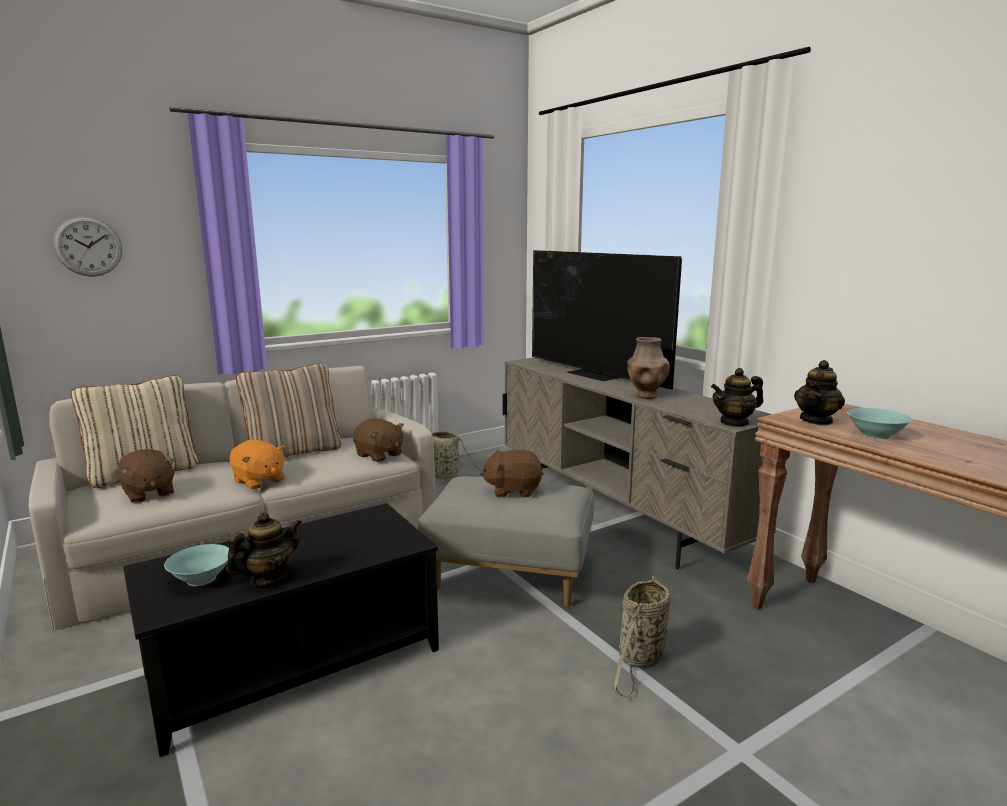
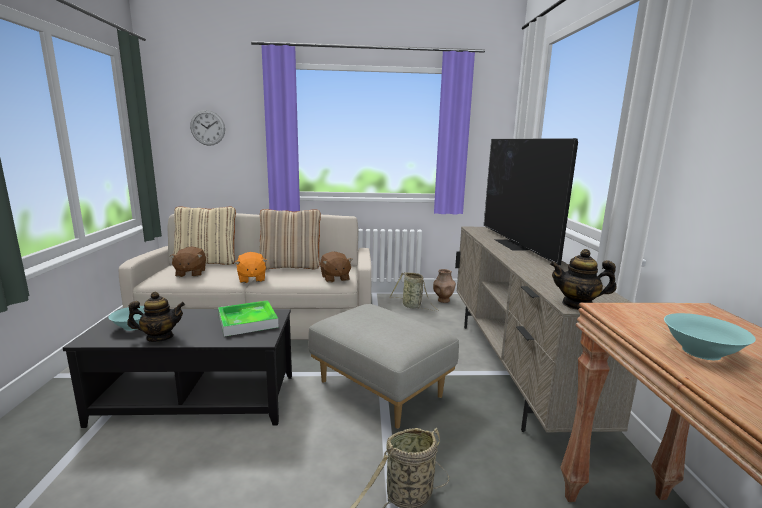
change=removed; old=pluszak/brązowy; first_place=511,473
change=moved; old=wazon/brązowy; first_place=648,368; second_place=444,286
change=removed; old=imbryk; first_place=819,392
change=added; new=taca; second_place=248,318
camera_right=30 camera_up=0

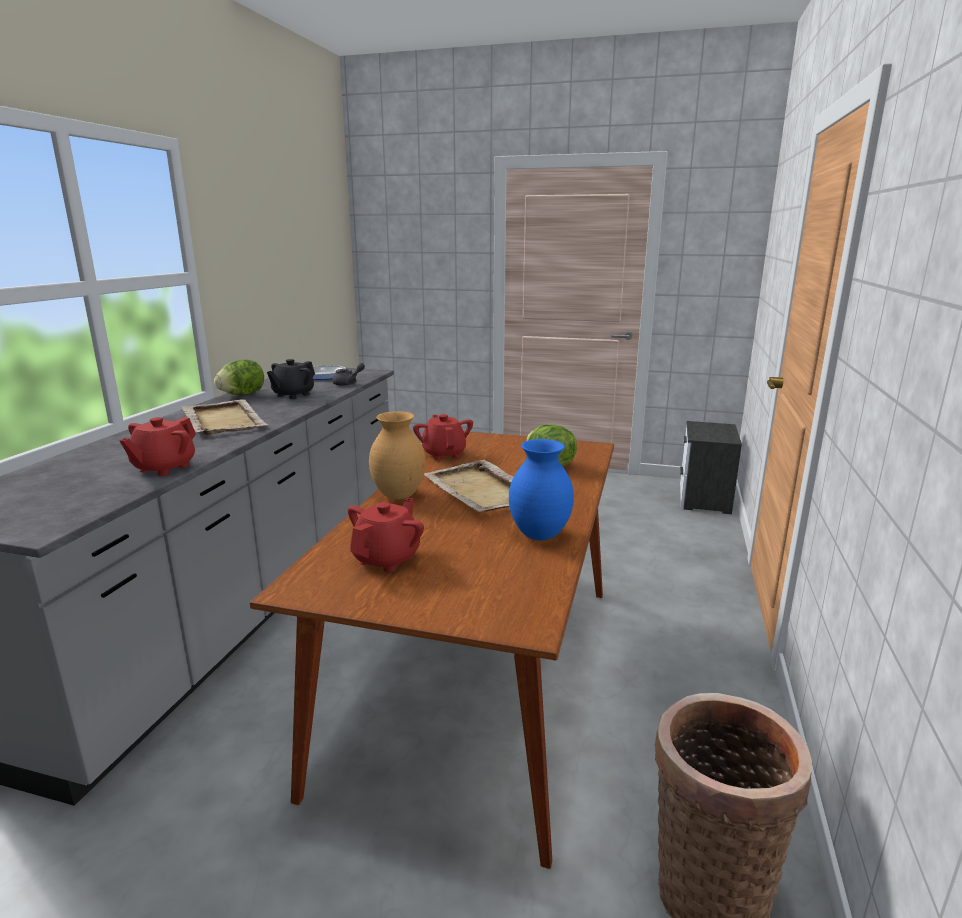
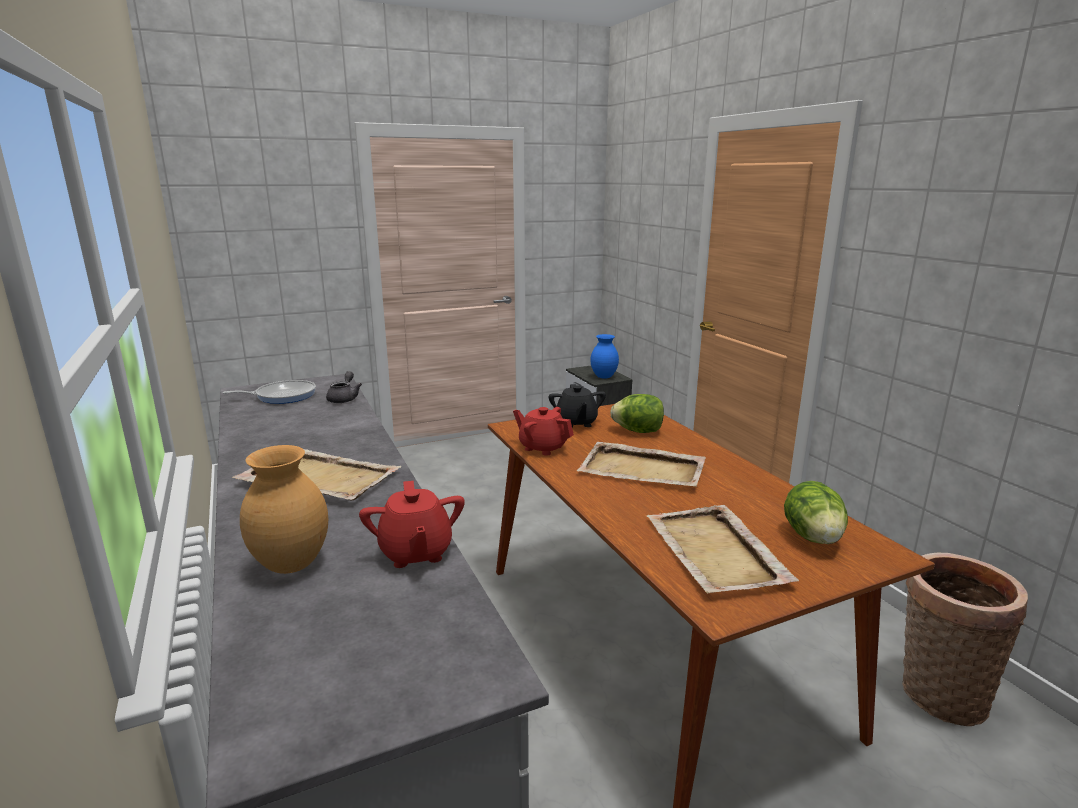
change=moved; old=sałata; first_place=239,377; second_place=816,512
change=moved; old=imbryk/czarny; first_place=291,379; second_place=577,405
change=replaced; old=imbryk/czerwony; new=taca/beżowy; first_place=386,535; second_place=722,549
change=moved; old=wazon/brązowy; first_place=397,455; second_place=284,509
change=moved; old=wazon/niebieski; first_place=541,489; second_place=604,356
camera_right=-40 camera_up=0

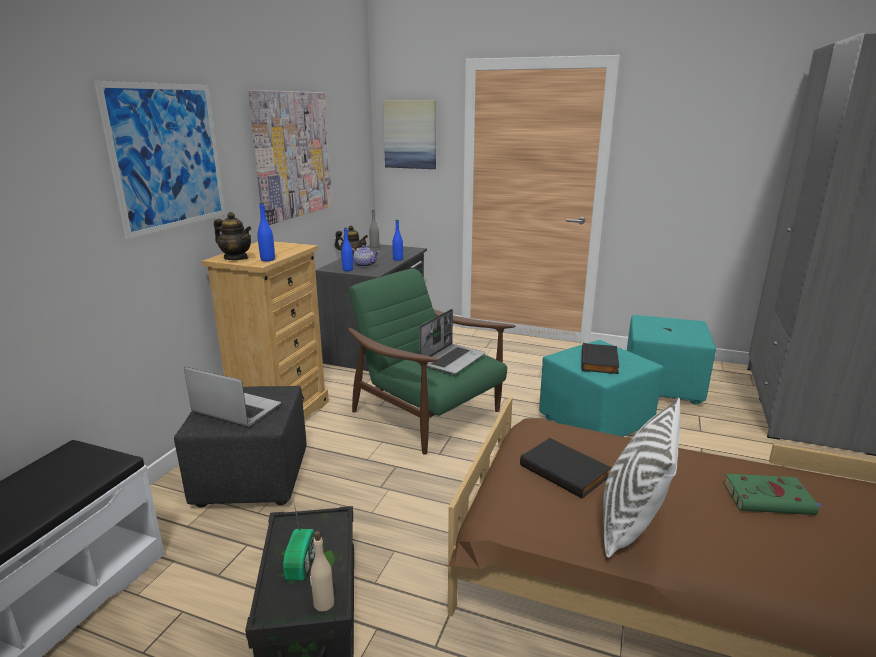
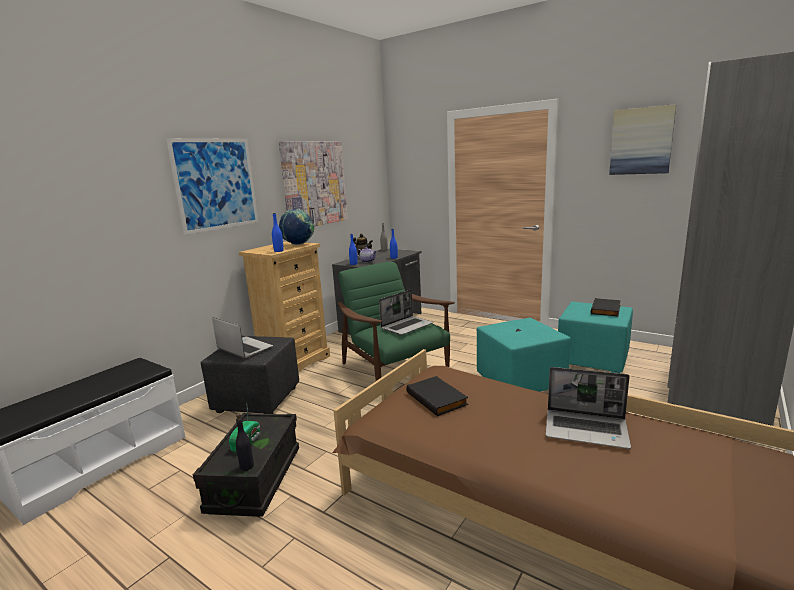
change=removed; old=imbryk; first_place=233,236
change=recoloured; old=butelka/beżowy; new=butelka/czarny; first_place=322,571; second_place=245,442
change=moved; old=obraz; first_place=409,135; second_place=642,139
change=moved; old=książka/czarny; first_place=600,358; second_place=606,307
change=removed; old=poduszka/biały; first_place=641,477
change=replaced; old=książka/zielony; new=laptop; first_place=773,494; second_place=588,408
change=added; new=globus; second_place=296,227
camera_right=15 camera_up=-5

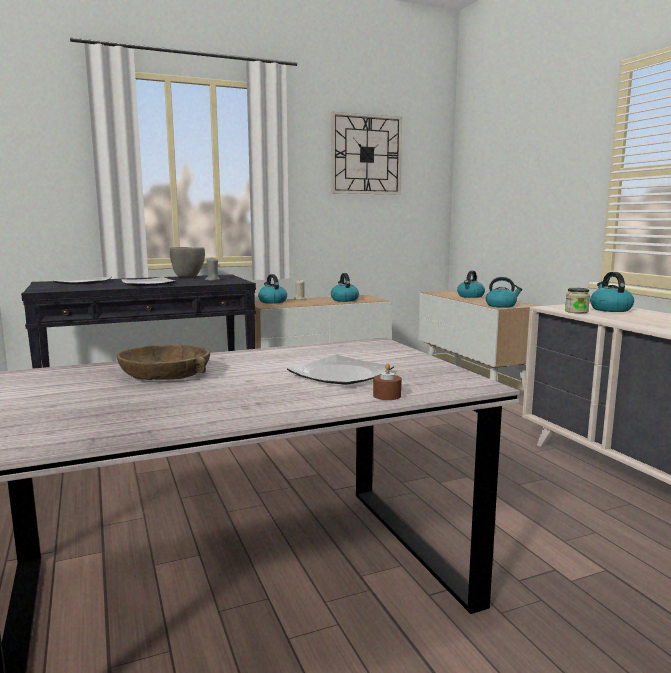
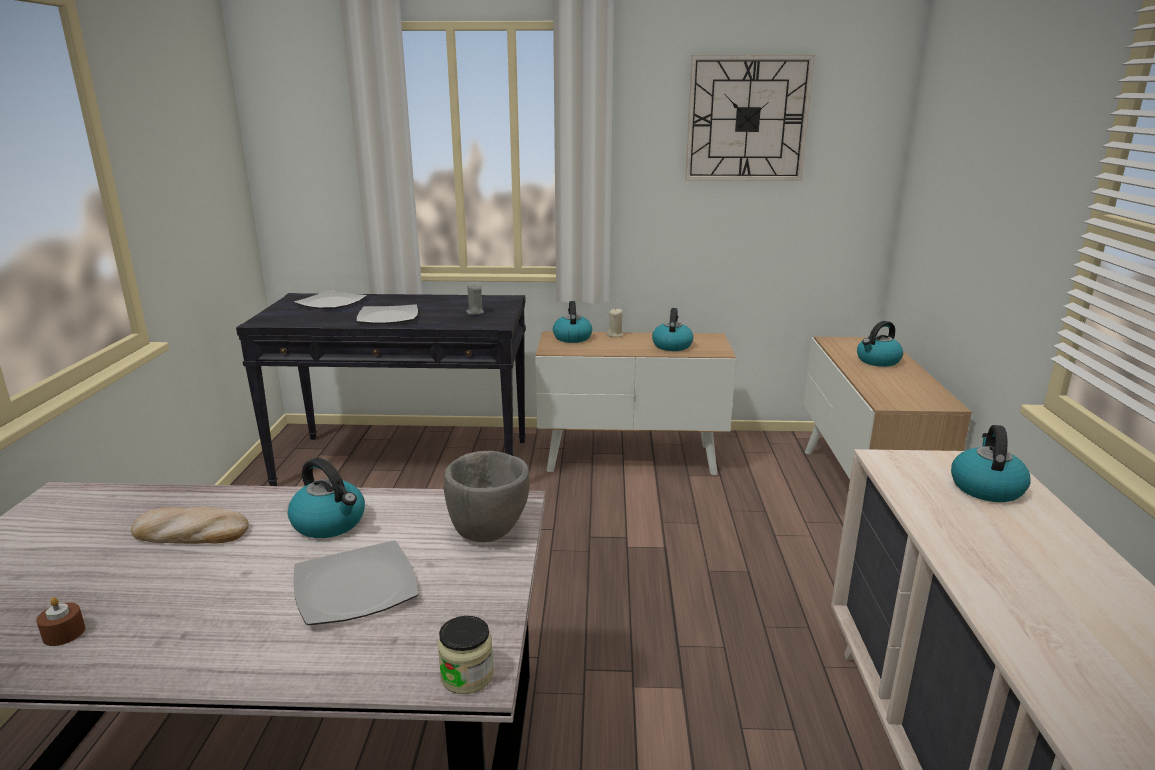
change=replaced; old=miska/brązowy; new=chleb; first_place=163,362; second_place=190,525
change=moved; old=miska/szary; first_place=187,262; second_place=487,496
change=moved; old=świeca/brązowy; first_place=387,381; second_place=60,621
change=moved; old=czajnik; first_place=504,292; second_place=326,498
change=moved; old=słoik; first_place=577,300; second_place=466,655
camera_right=25 camera_up=10

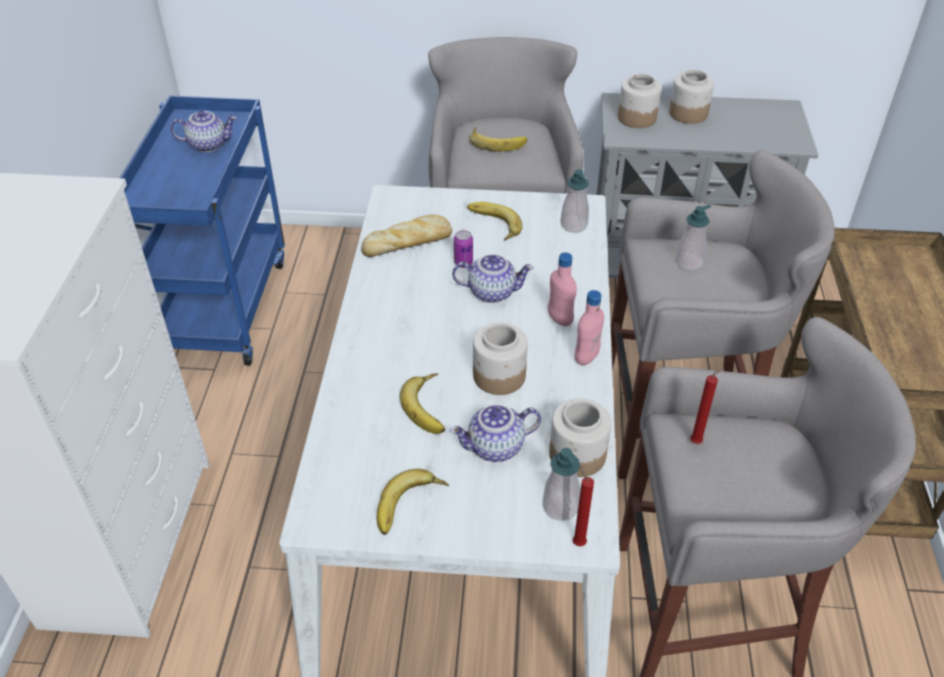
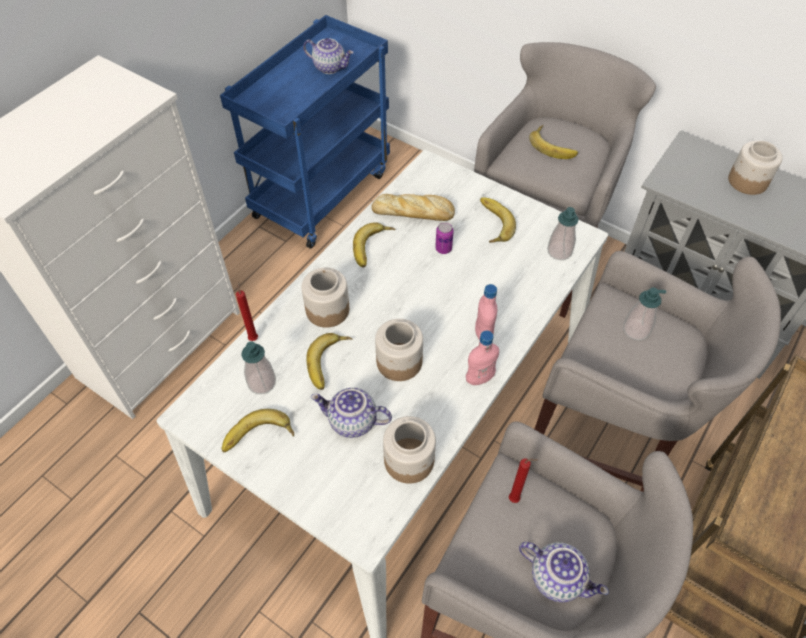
change=moved; old=imbryk; first_place=493,278; second_place=564,572
change=moved; old=dozownik mydła; first_place=561,484; second_place=258,368
change=moved; old=świeca/czerwony; first_place=583,506; second_place=247,311
change=moved; old=słoik; first_place=639,101; second_place=325,298
change=added; new=banan; second_place=374,245
camera_right=30 camera_up=10

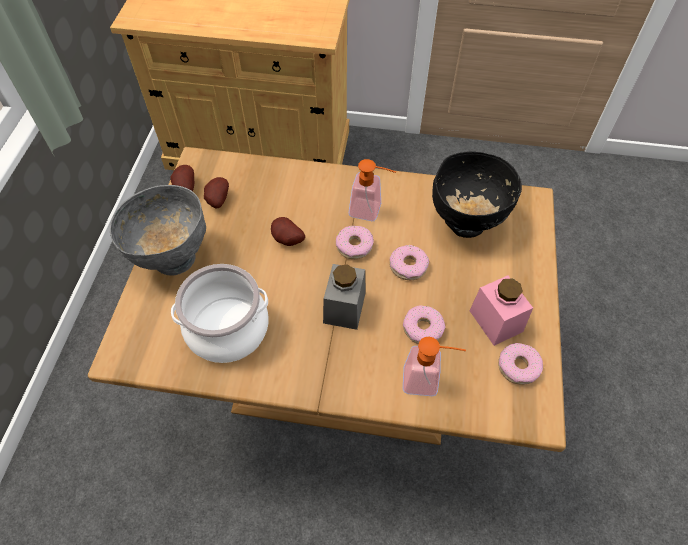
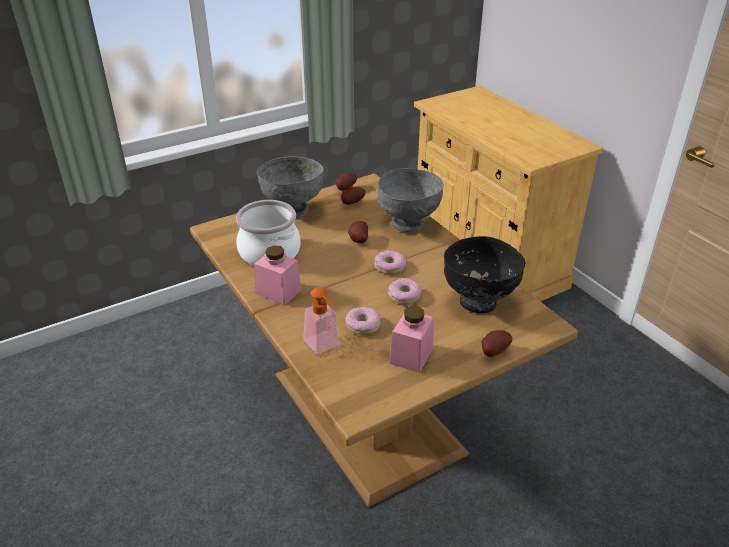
change=removed; old=słoik/szary; first_place=344,297
change=removed; old=dozownik mydła; first_place=372,190
change=removed; old=donut; first_place=520,364
change=added; new=słoik/różowy; second_place=277,275
change=added; new=miska/szary; second_place=410,200
change=added; new=ziemniak; second_place=497,343
camera_right=50 camera_up=-20

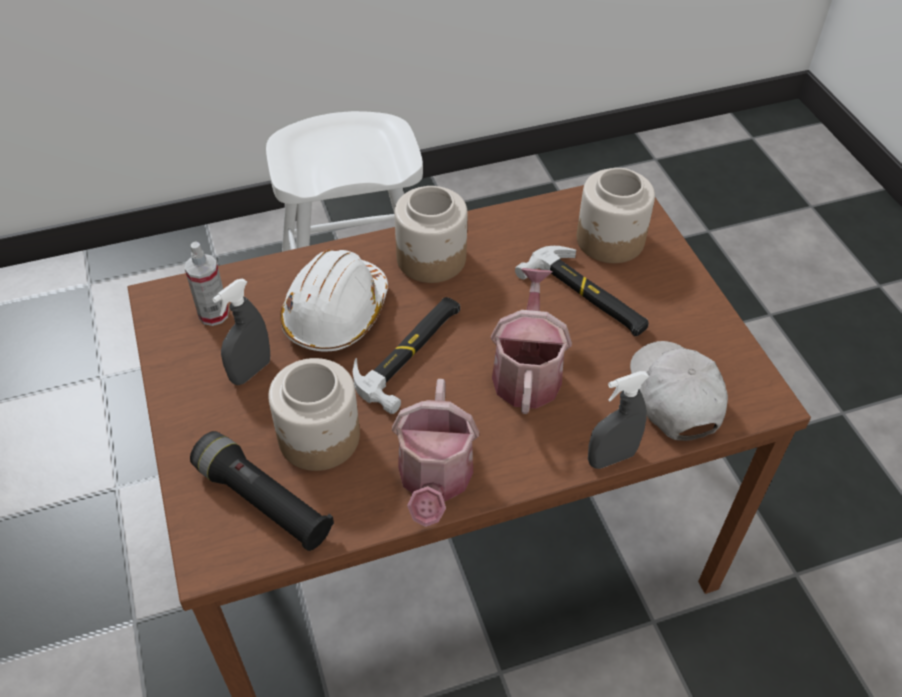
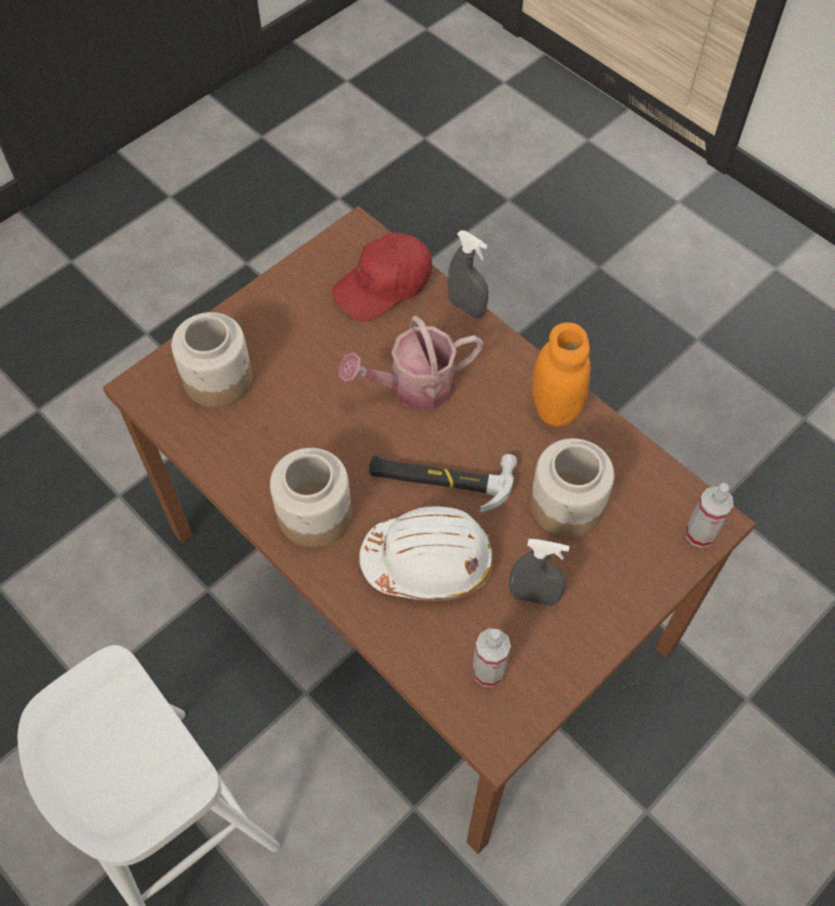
change=removed; old=latarka/czarny; first_place=262,491
change=replaced; old=konewka; new=słoik/pomarańczowy; first_place=435,453; second_place=561,374
change=removed; old=młotek; first_place=582,291
change=recoloured; old=czapka z daszkiem/biały; new=czapka z daszkiem/czerwony; first_place=679,391; second_place=382,277
change=added; new=spryskiwacz; second_place=709,515
camera_right=-115 camera_up=10

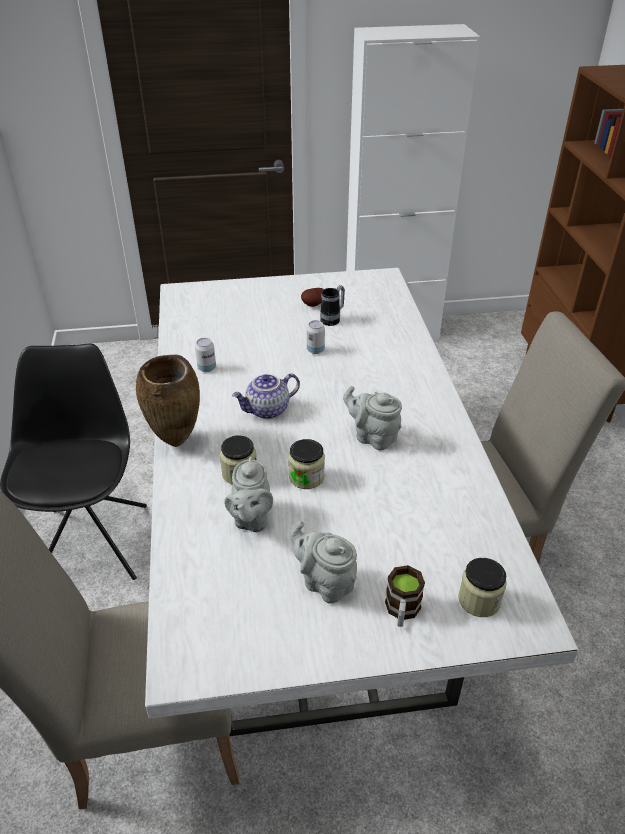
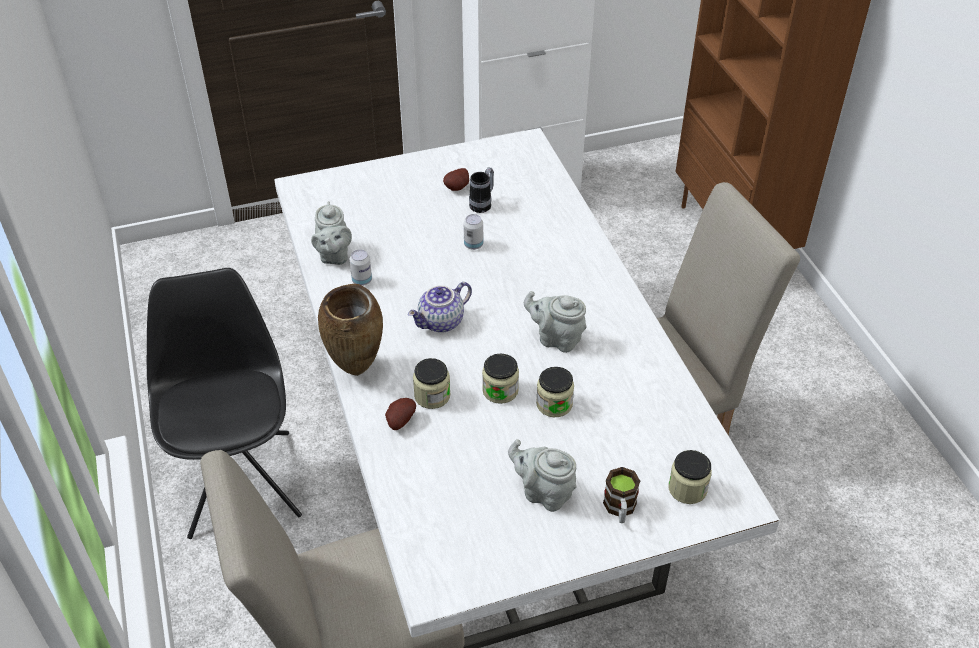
change=moved; old=imbryk/szary; first_place=248,494; second_place=331,233
change=added; new=ziemniak; second_place=400,414
change=added; new=słoik; second_place=555,392
camera_right=-10 camera_up=5

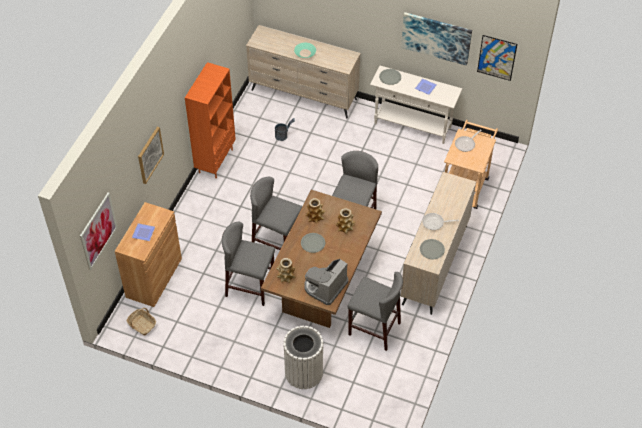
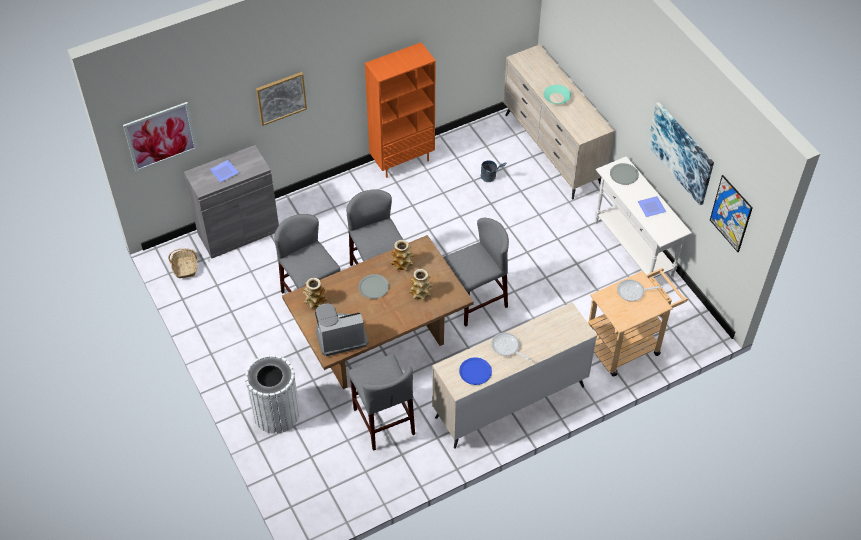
change=recoloured; old=szafka/brązowy; new=szafka/szary; first_place=148,254; second_place=231,201
change=recoloured; old=talerz/szary; new=talerz/niebieski; first_place=432,249; second_place=475,371
camera_right=40 camera_up=0

